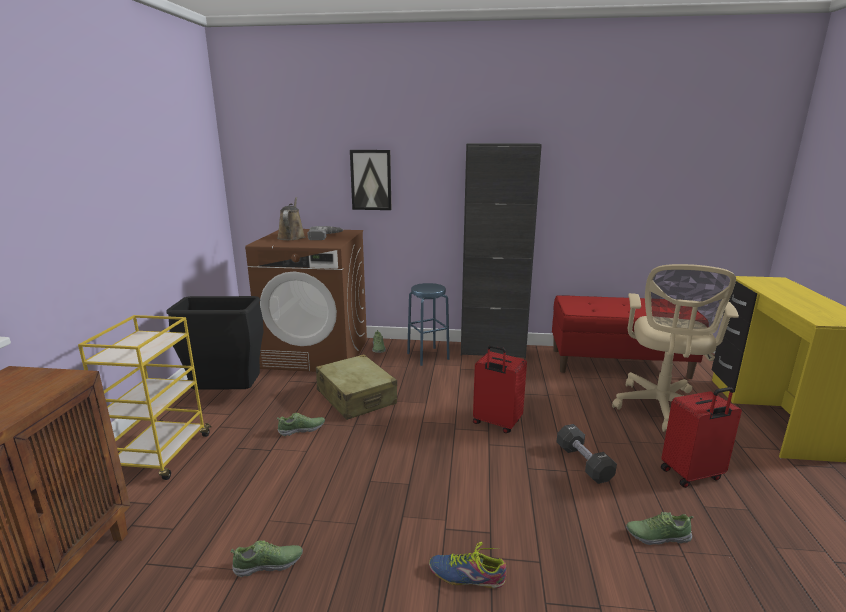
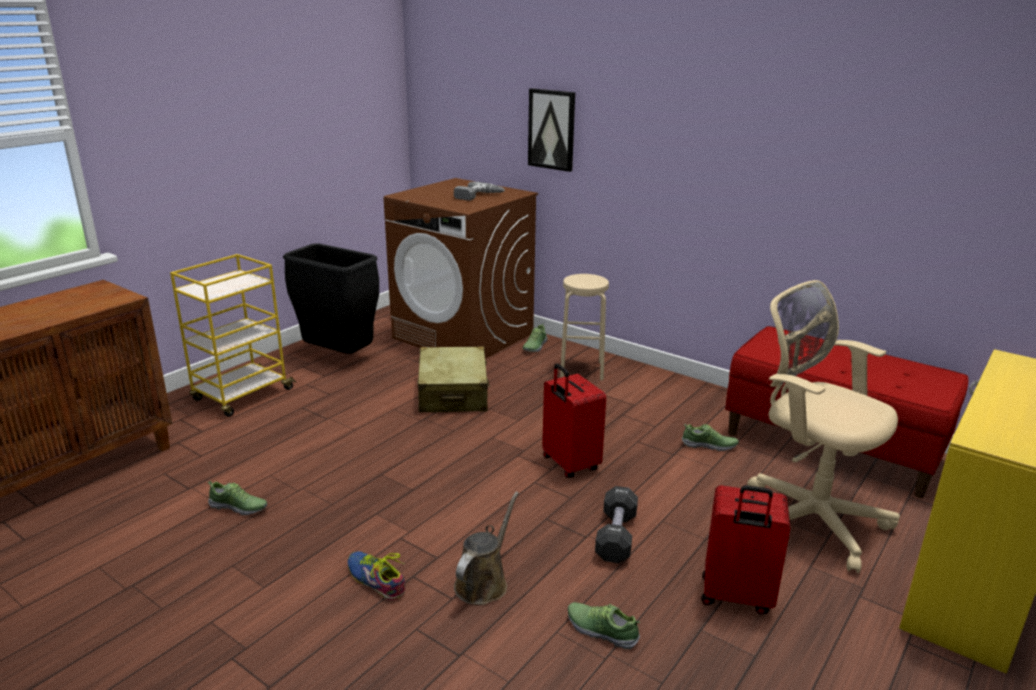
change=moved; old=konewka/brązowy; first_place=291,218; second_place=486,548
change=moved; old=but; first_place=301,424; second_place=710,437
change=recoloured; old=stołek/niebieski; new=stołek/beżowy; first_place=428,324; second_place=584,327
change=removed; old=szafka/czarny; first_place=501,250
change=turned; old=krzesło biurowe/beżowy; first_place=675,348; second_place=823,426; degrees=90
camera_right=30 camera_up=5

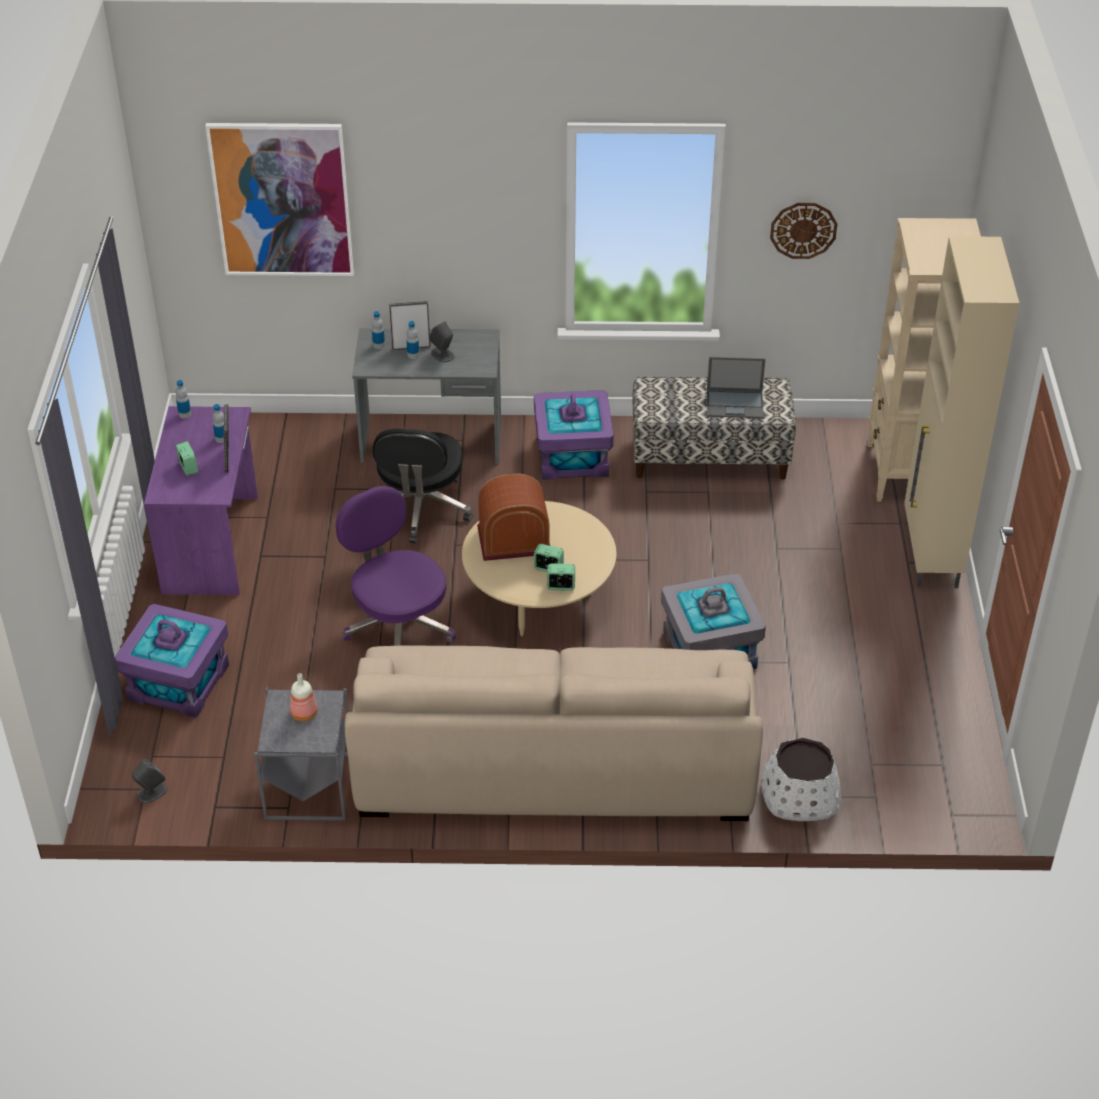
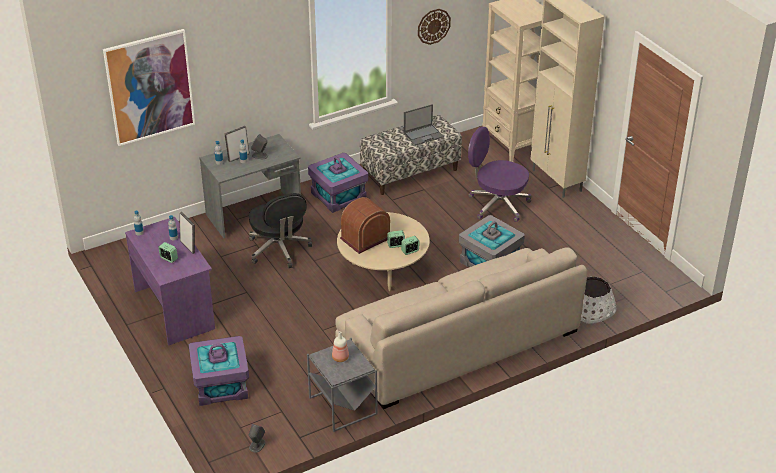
change=moved; old=krzesło biurowe/fioletowy; first_place=396,566; second_place=500,174
camera_right=-30 camera_up=-5

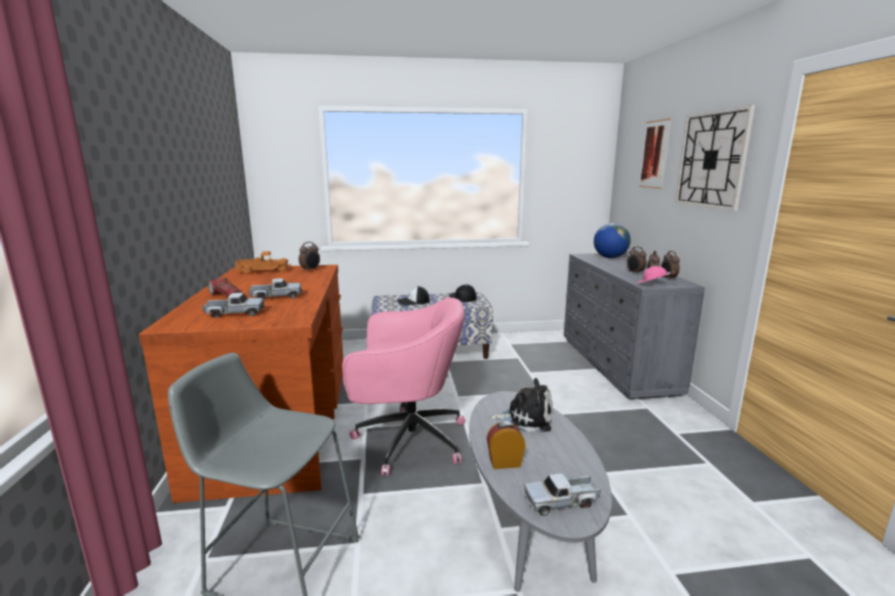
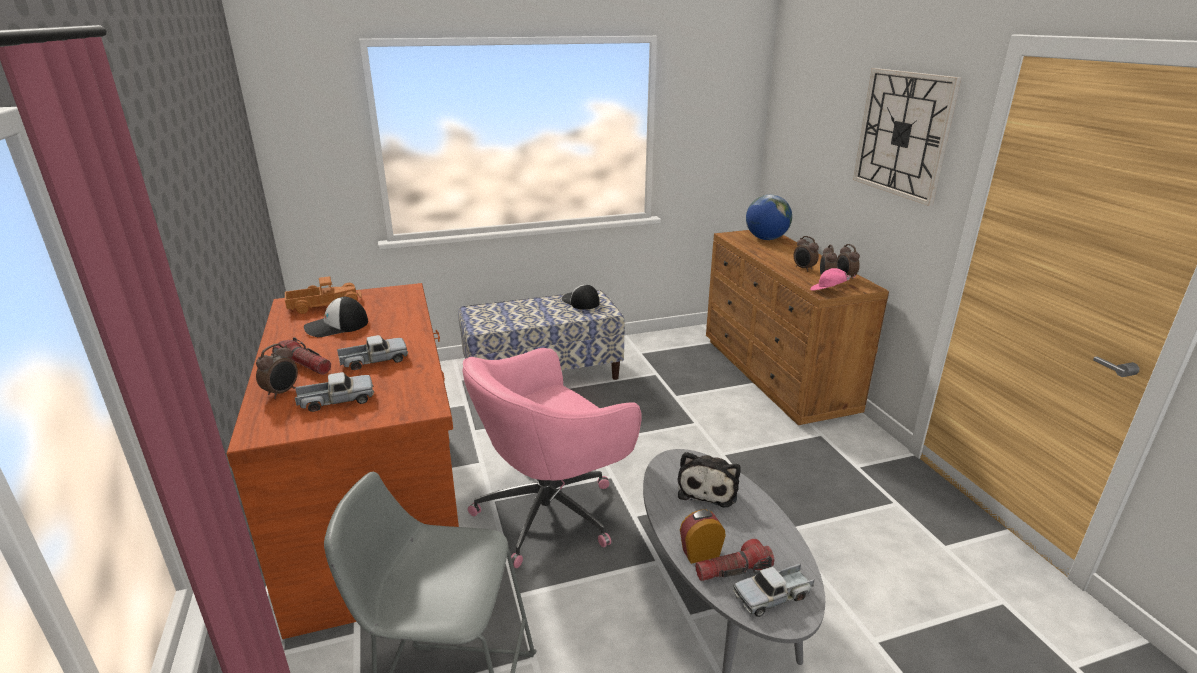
change=moved; old=budzik; first_place=309,257; second_place=277,371
change=turned; old=krzesło biurowe/różowy; first_place=404,386; second_place=552,458; degrees=150
change=moved; old=czapka z daszkiem; first_place=413,296; second_place=336,317
change=turned; old=pluszak; first_place=521,405; second_place=709,479; degrees=105
change=recoloured; old=komoda/szary; new=komoda/brązowy; first_place=634,326; second_place=797,327
change=removed; old=obraz; first_place=655,153
change=added; new=latarka; second_place=734,560
camera_right=-10 camera_up=10

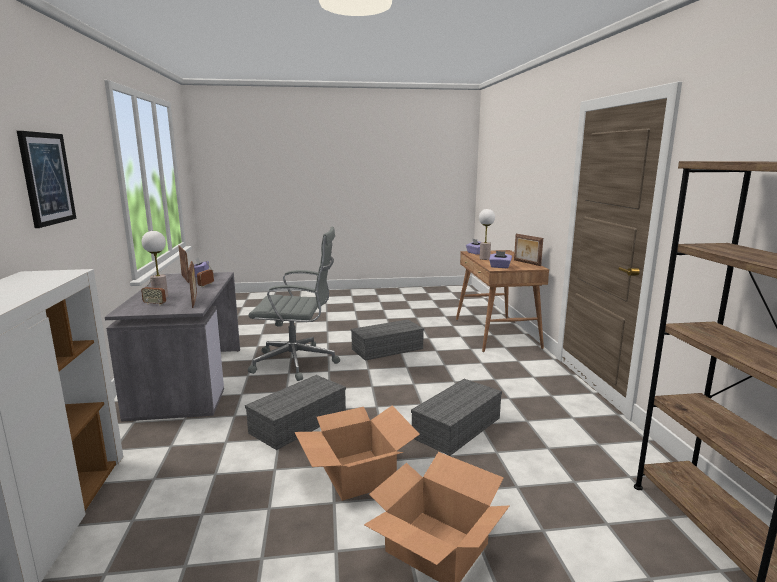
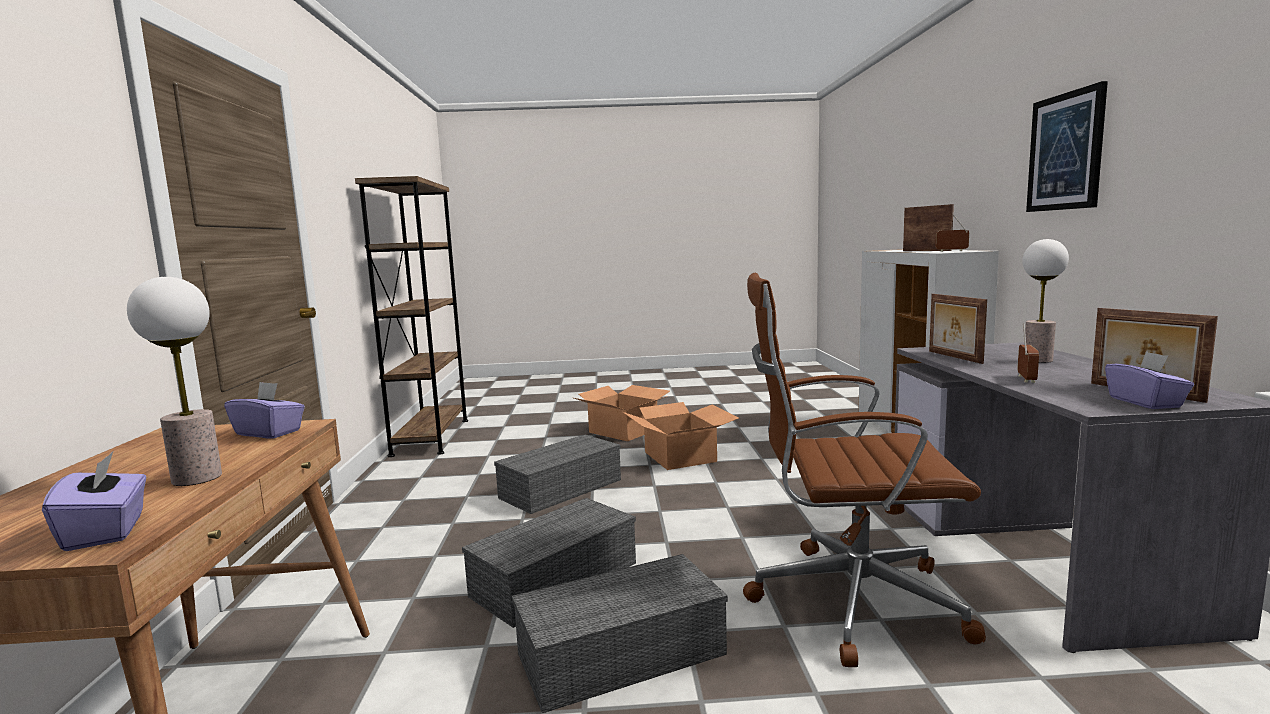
change=moved; old=radio; first_place=153,290; second_place=952,233
change=moved; old=pojemnik do przechowywania/szary; first_place=295,412; second_place=549,563
change=recoloured; old=krzesło biurowe/szary; new=krzesło biurowe/brązowy; first_place=294,304; second_place=864,470
change=moved; old=ramka na zdjęcie; first_place=528,250; second_place=928,227
camera_right=-175 camera_up=-5

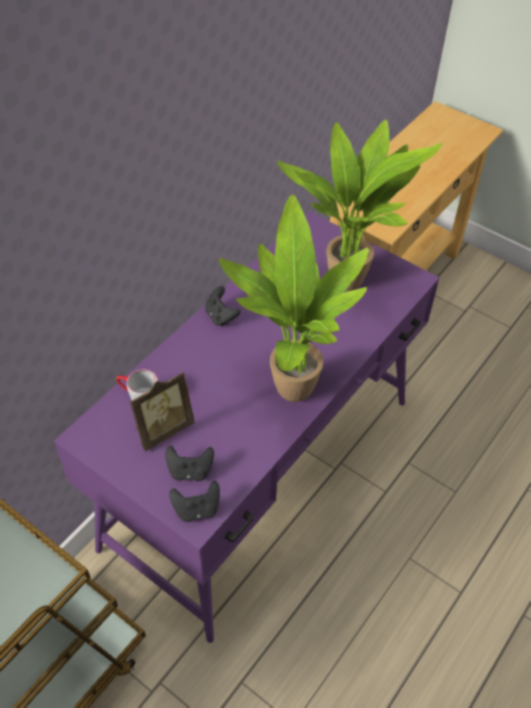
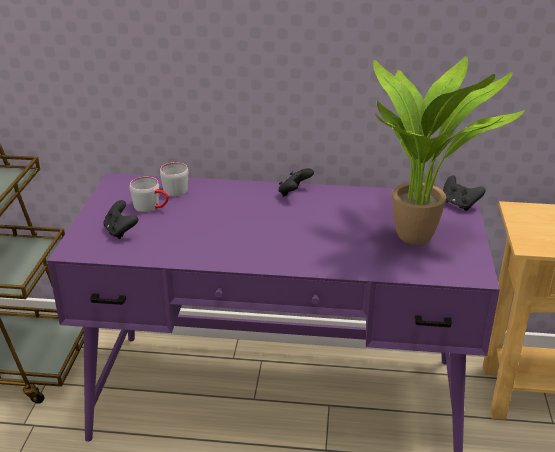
change=replaced; old=ramka na zdjęcie; new=kubek/szary; first_place=162,411; second_place=149,194
change=moved; old=pad do gier/czarny; first_place=194,501; second_place=464,193
change=removed; old=roślina doniczkowa; first_place=294,298
camera_right=60 camera_up=-20

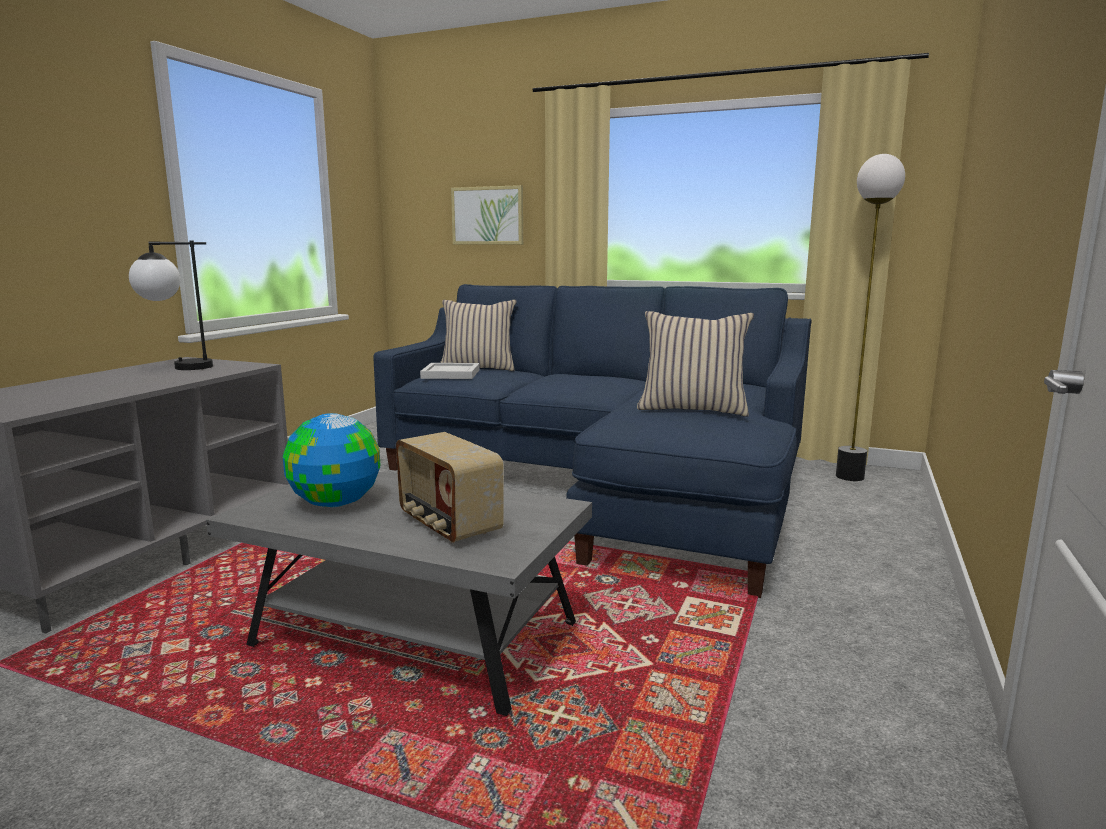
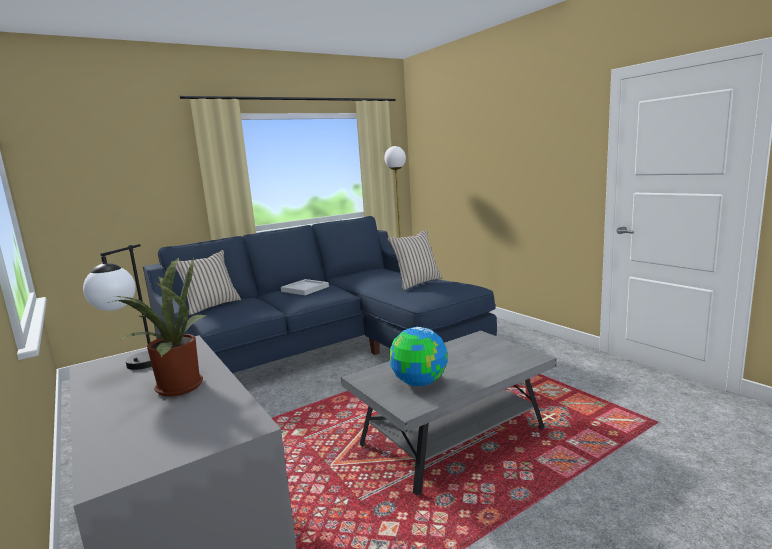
change=removed; old=radio; first_place=450,487
change=moved; old=taca/biały; first_place=450,371; second_place=305,287
change=removed; old=obraz; first_place=487,214
change=added; new=roślina doniczkowa; second_place=158,327
camera_right=-55 camera_up=0

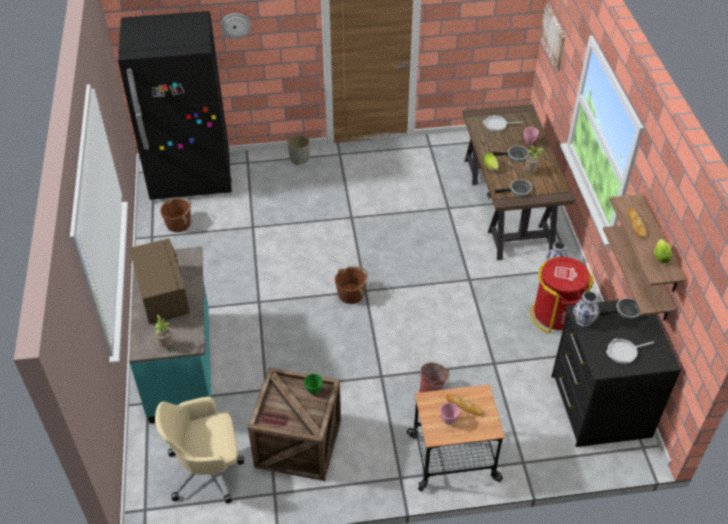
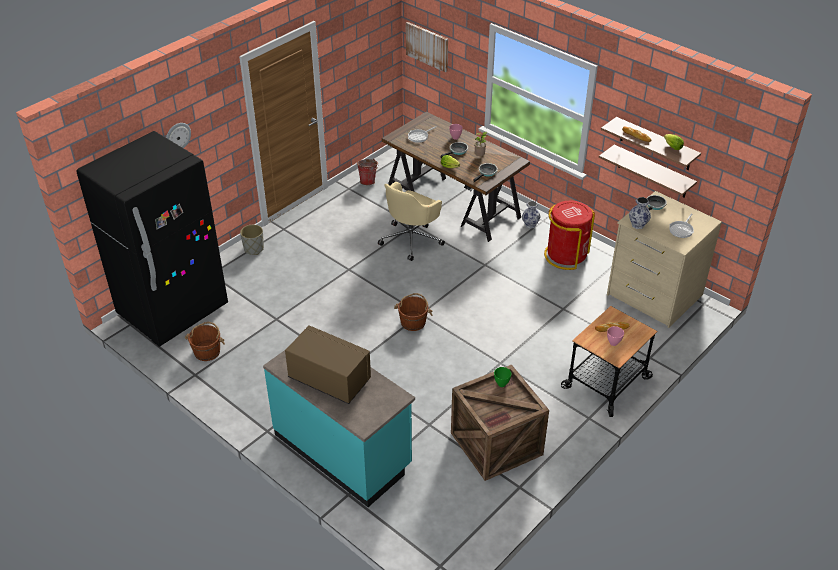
change=removed; old=roślina doniczkowa; first_place=163,331
change=moved; old=krzesło biurowe/beżowy; first_place=199,450; second_place=411,221
change=moved; old=wiadro; first_place=434,377; second_place=368,172
change=recoloured; old=komoda/czarny; new=komoda/beżowy; first_place=616,372; second_place=664,259
camera_right=-40 camera_up=-5

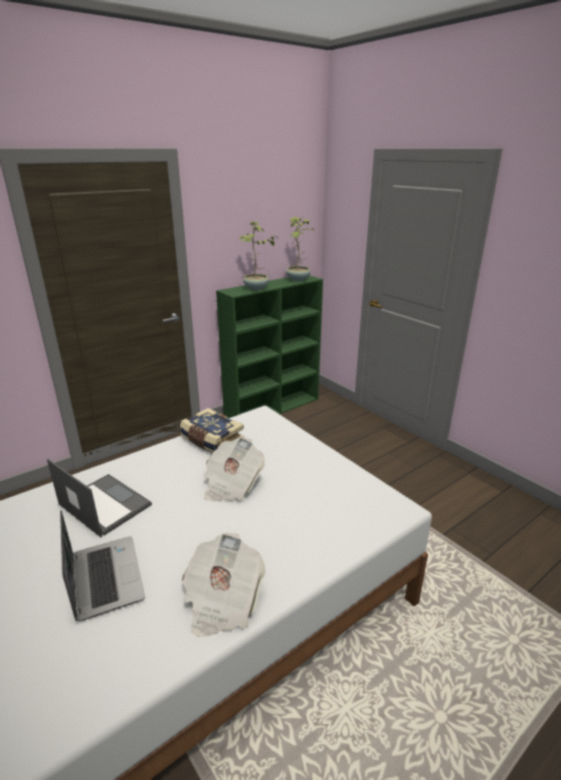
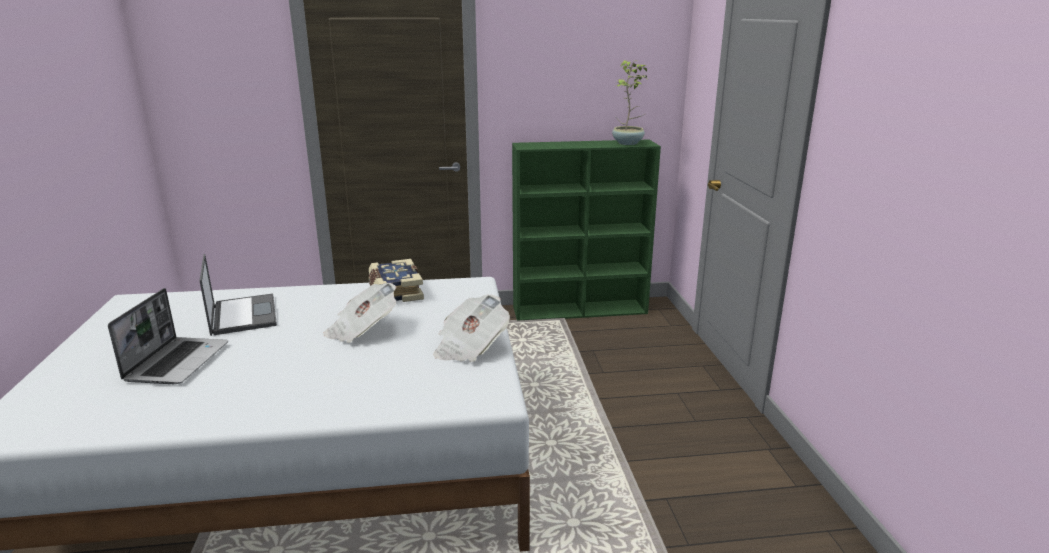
change=moved; old=gazeta; first_place=223,585; second_place=471,328
change=removed; old=roślina doniczkowa; first_place=258,255
camera_right=30 camera_up=-5

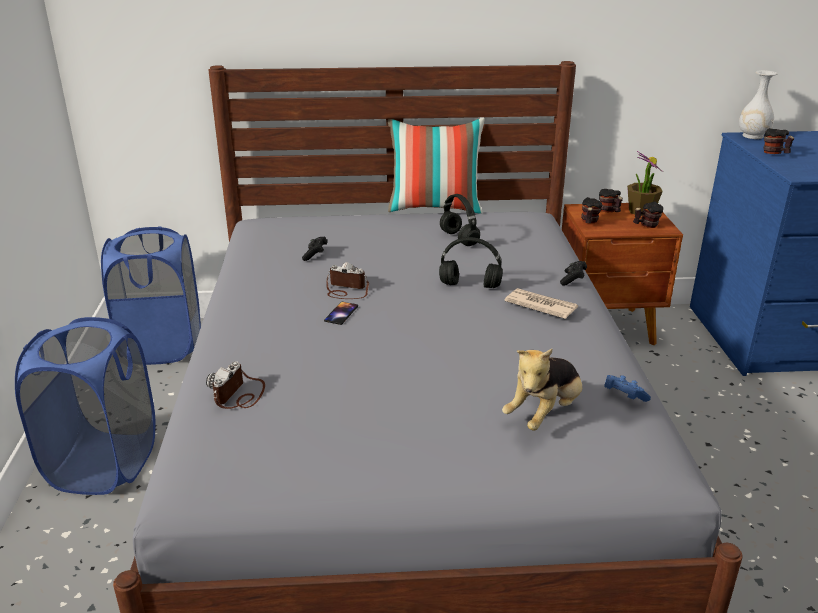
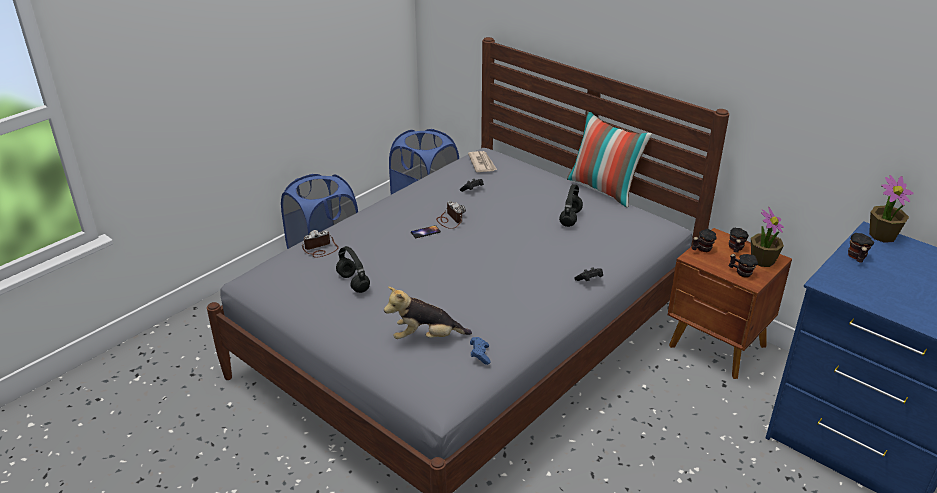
change=moved; old=słuchawki/czarny; first_place=471,262; second_place=353,269
change=moved; old=gazeta; first_place=541,303; second_place=482,161
change=replaced; old=wazon/biały; new=roślina doniczkowa; first_place=758,104; second_place=891,209
camera_right=45 camera_up=5

